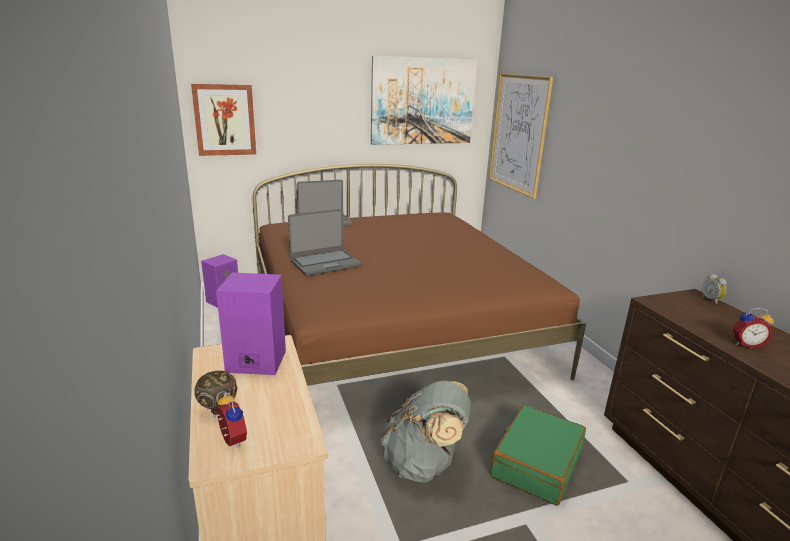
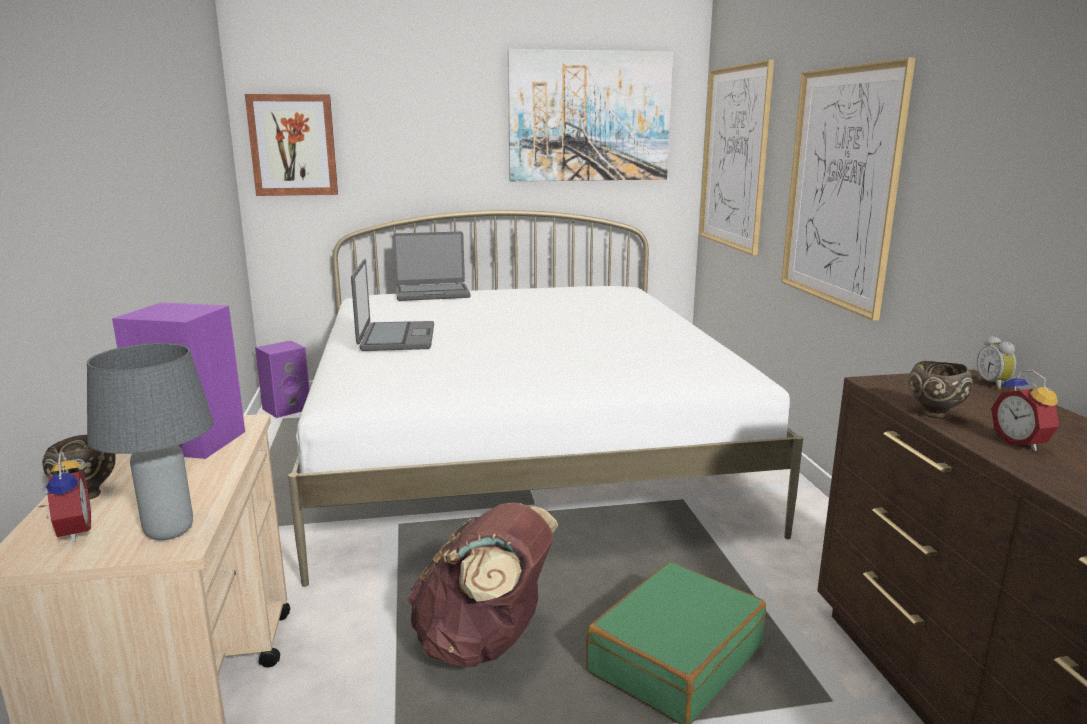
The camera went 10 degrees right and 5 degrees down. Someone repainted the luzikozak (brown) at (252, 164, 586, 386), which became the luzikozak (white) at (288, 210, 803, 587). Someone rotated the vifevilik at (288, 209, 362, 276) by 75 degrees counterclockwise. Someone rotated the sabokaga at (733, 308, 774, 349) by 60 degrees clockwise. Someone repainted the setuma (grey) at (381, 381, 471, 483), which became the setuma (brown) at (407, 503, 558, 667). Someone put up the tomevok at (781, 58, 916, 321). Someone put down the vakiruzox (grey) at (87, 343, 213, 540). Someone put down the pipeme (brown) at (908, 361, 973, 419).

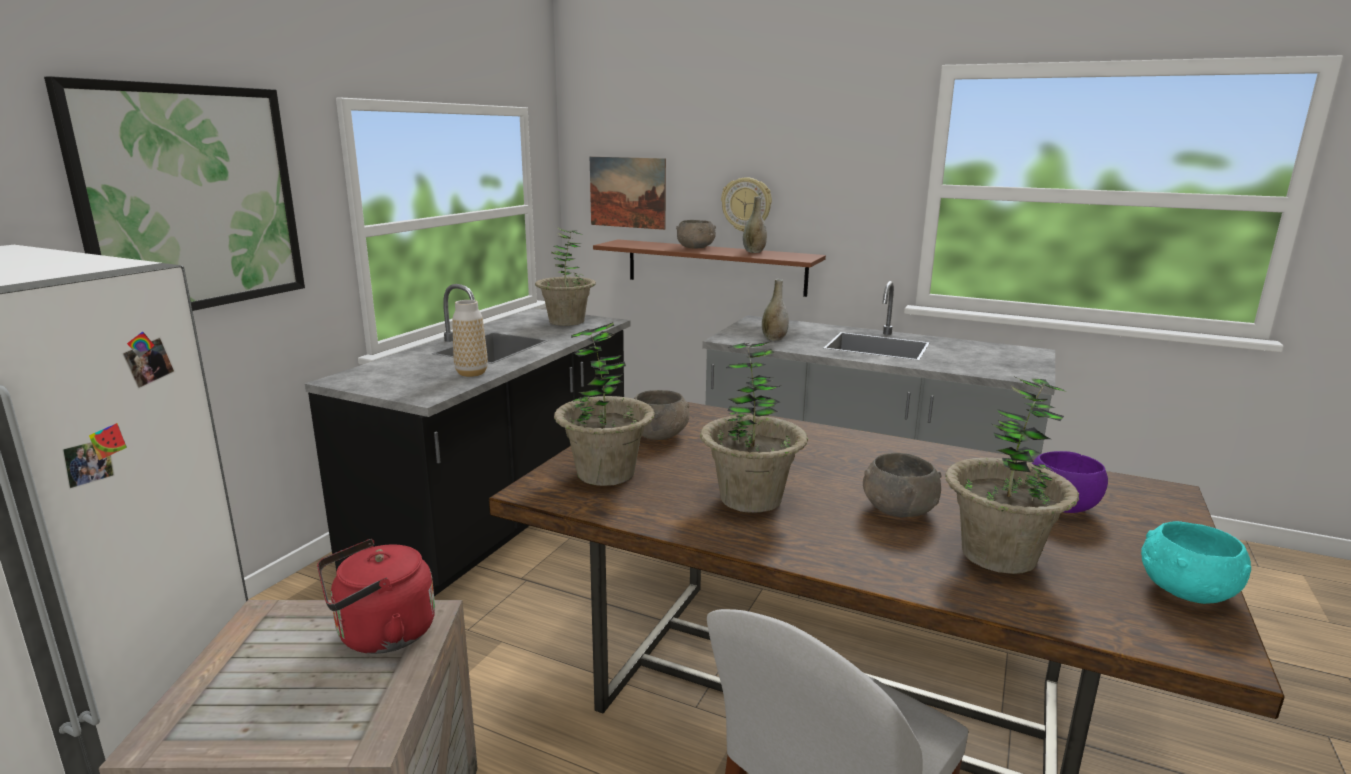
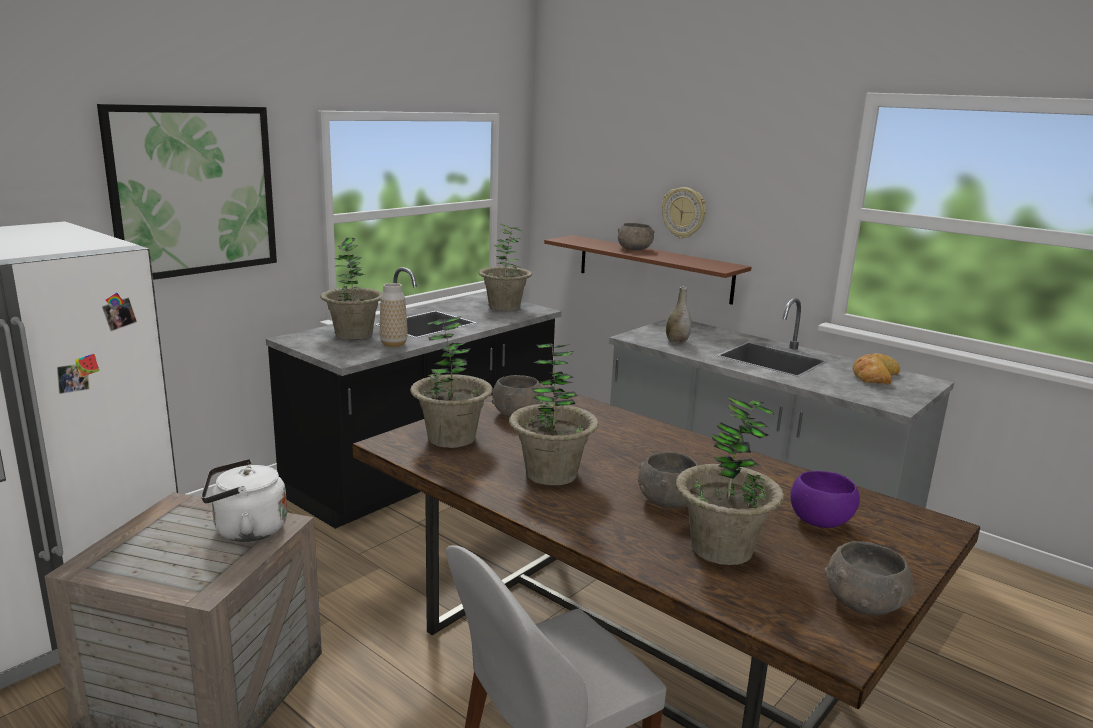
The camera went 15 degrees right and 0 degrees up. Someone took away the tomevok at (590, 157, 666, 230). Someone took away the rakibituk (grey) at (743, 197, 767, 253). Someone repainted the pipeme (turquoise) at (1141, 521, 1251, 604), which became the pipeme (grey) at (824, 541, 914, 615). Someone repainted the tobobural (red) at (317, 539, 435, 654), which became the tobobural (white) at (201, 459, 287, 542). Someone put down the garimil at (320, 238, 383, 340). Someone put down the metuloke at (853, 353, 900, 385).

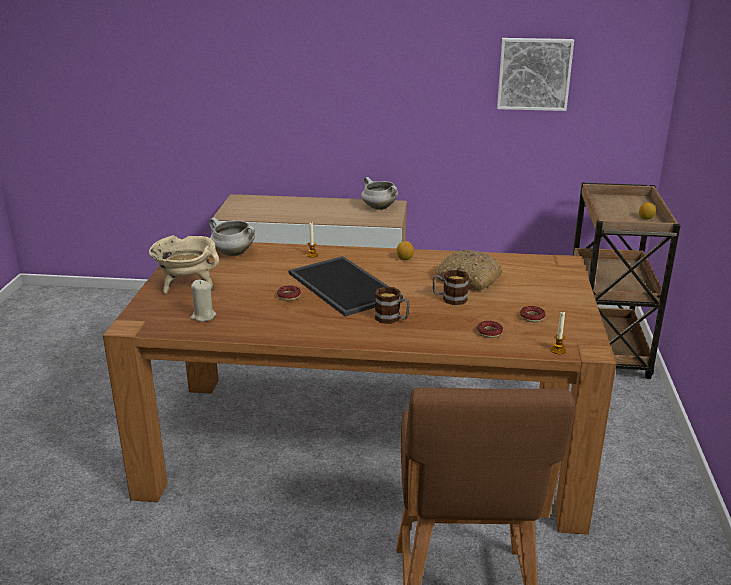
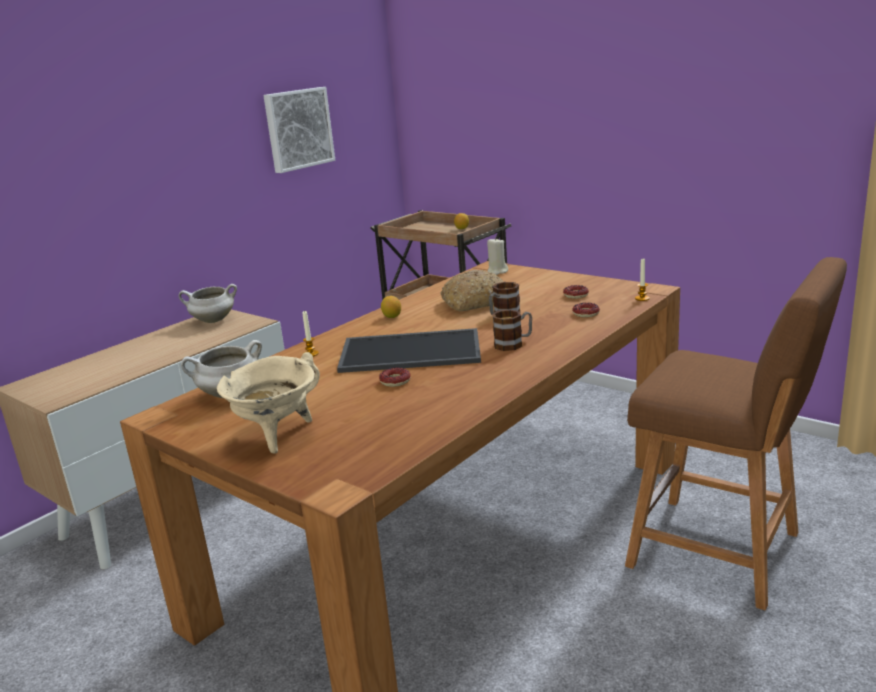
The camera went 55 degrees left and 5 degrees down. Someone carried the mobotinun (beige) from (190, 280, 216, 322) to (487, 237, 508, 275).

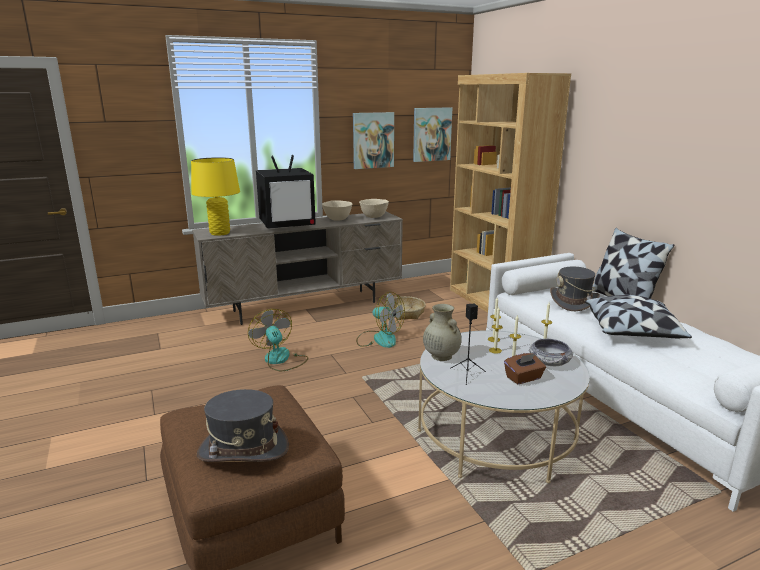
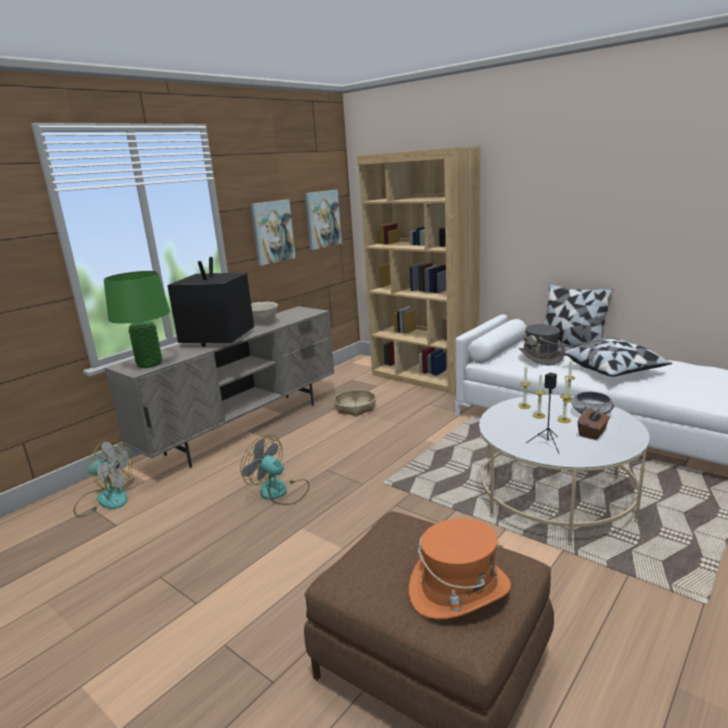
The camera went 25 degrees left and 0 degrees up. Someone rotated the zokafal at (256, 155, 316, 229) by 150 degrees clockwise. Someone repainted the vakiruzox (yellow) at (191, 157, 240, 236), which became the vakiruzox (green) at (104, 271, 170, 368). Someone took away the pipeme (beige) at (359, 199, 389, 218). Someone carried the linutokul from (356, 292, 405, 348) to (74, 439, 132, 517). Someone took away the rakibituk (beige) at (423, 304, 462, 361). Someone repainted the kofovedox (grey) at (197, 389, 289, 462), which became the kofovedox (orange) at (409, 518, 511, 619).

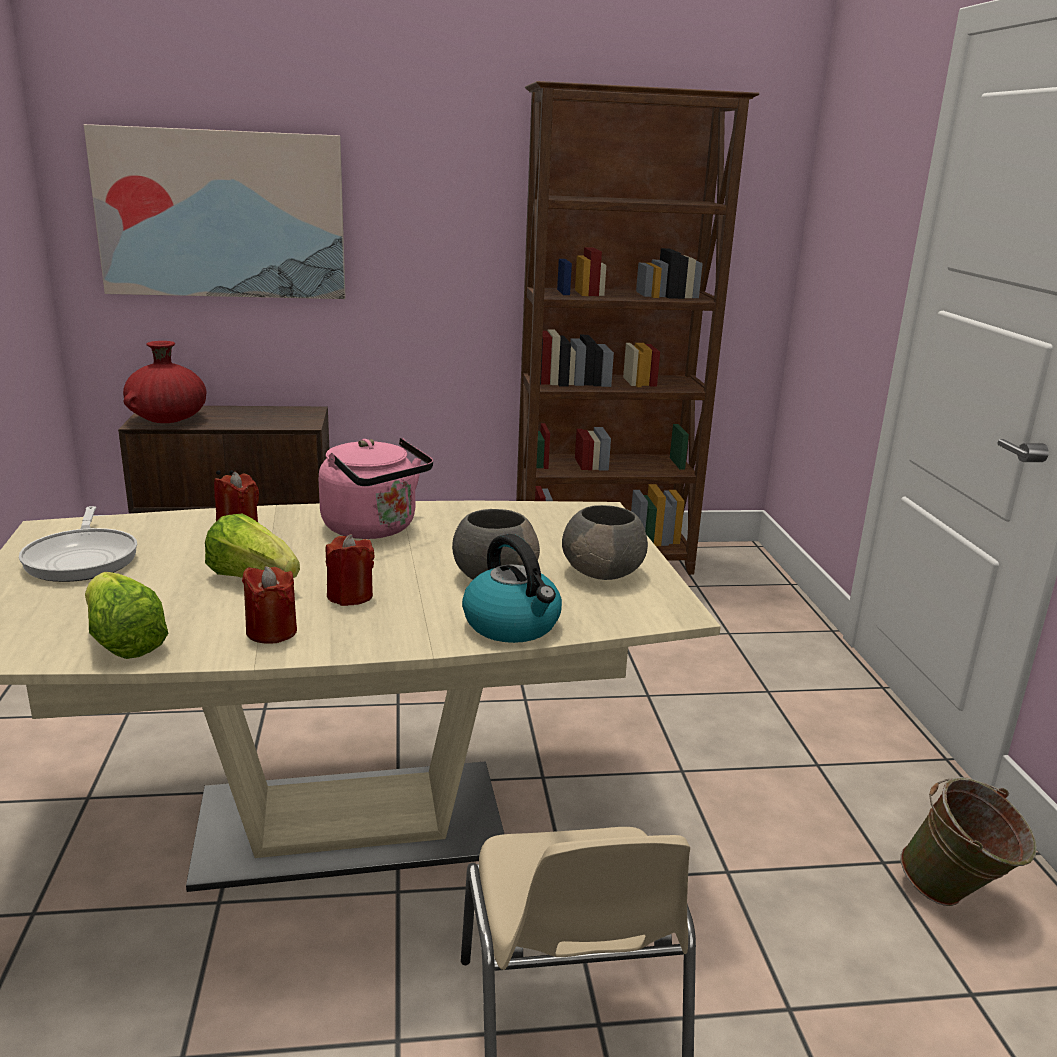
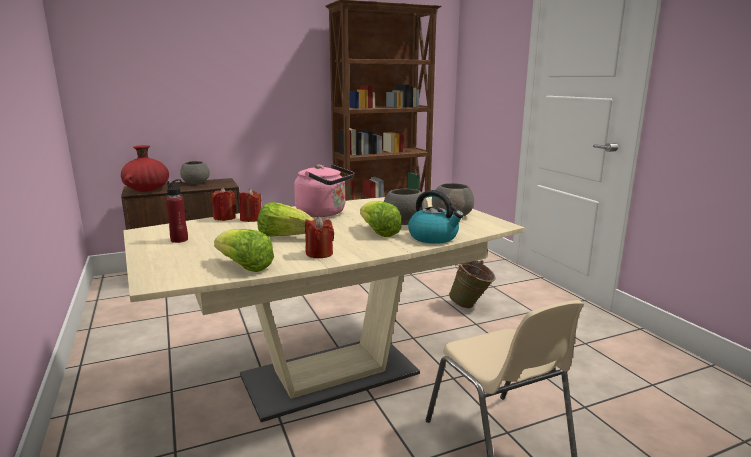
The camera went 15 degrees left and 5 degrees down. Someone took away the tomevok at (84, 124, 345, 299). Someone swapped the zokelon at (19, 506, 137, 582) for the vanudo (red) at (166, 179, 188, 243). Someone carried the mobotinun (red) from (326, 534, 375, 606) to (212, 187, 236, 221). Someone carried the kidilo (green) from (900, 777, 1037, 906) to (449, 260, 496, 308). Someone put down the pipeme (grey) at (180, 161, 210, 184). Someone put down the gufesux at (360, 201, 402, 237).

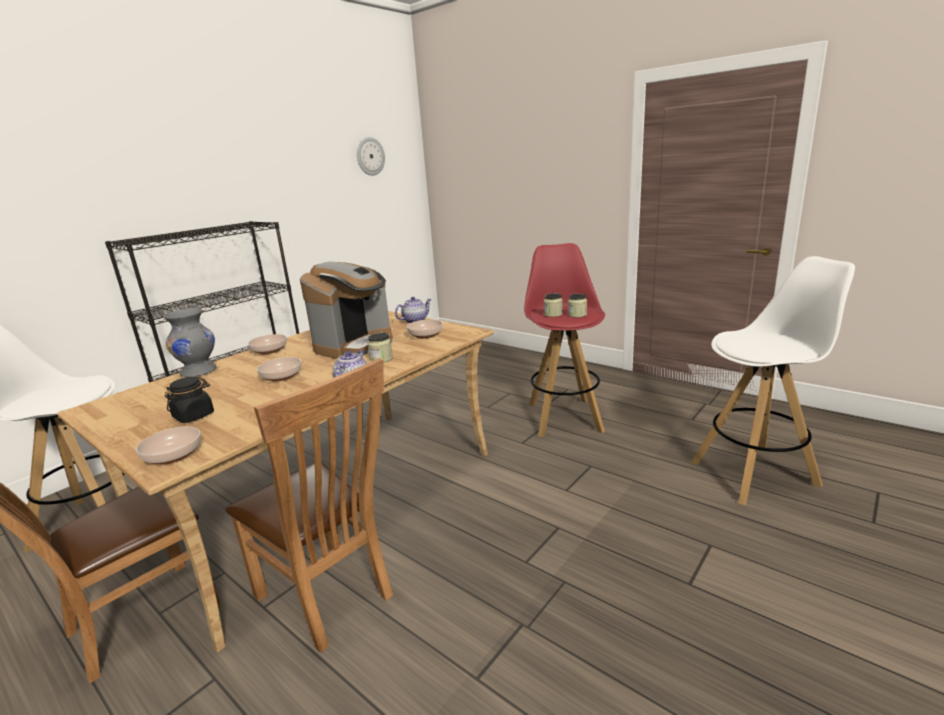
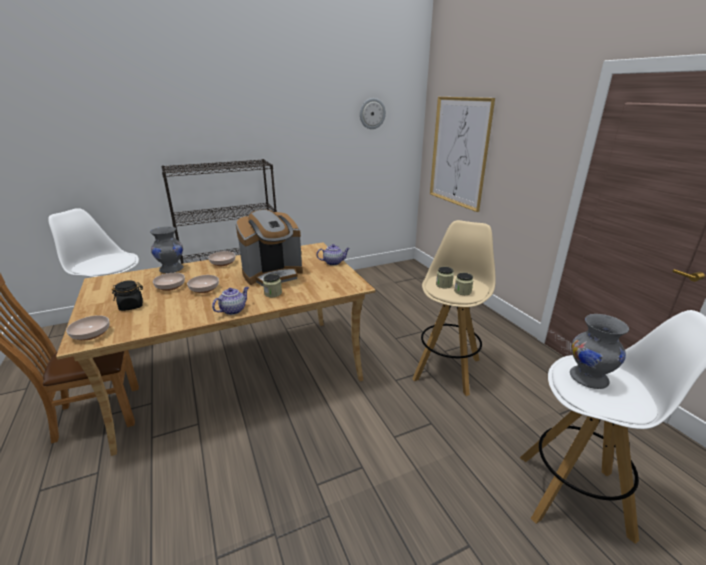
The camera went 25 degrees right and 5 degrees up. Someone repainted the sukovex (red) at (524, 243, 605, 438), which became the sukovex (beige) at (412, 220, 496, 396). Someone carried the pipeme from (407, 319, 443, 339) to (153, 273, 185, 291). Someone took away the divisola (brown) at (225, 358, 393, 653). Someone put up the tomevok at (430, 97, 495, 212). Someone put down the rakibituk (grey) at (570, 314, 629, 389).

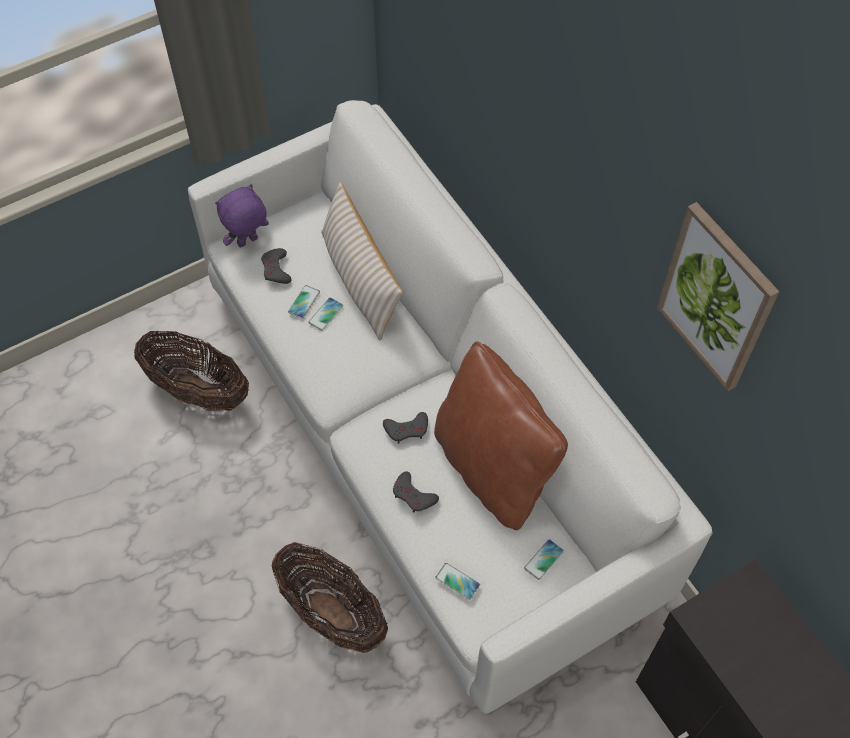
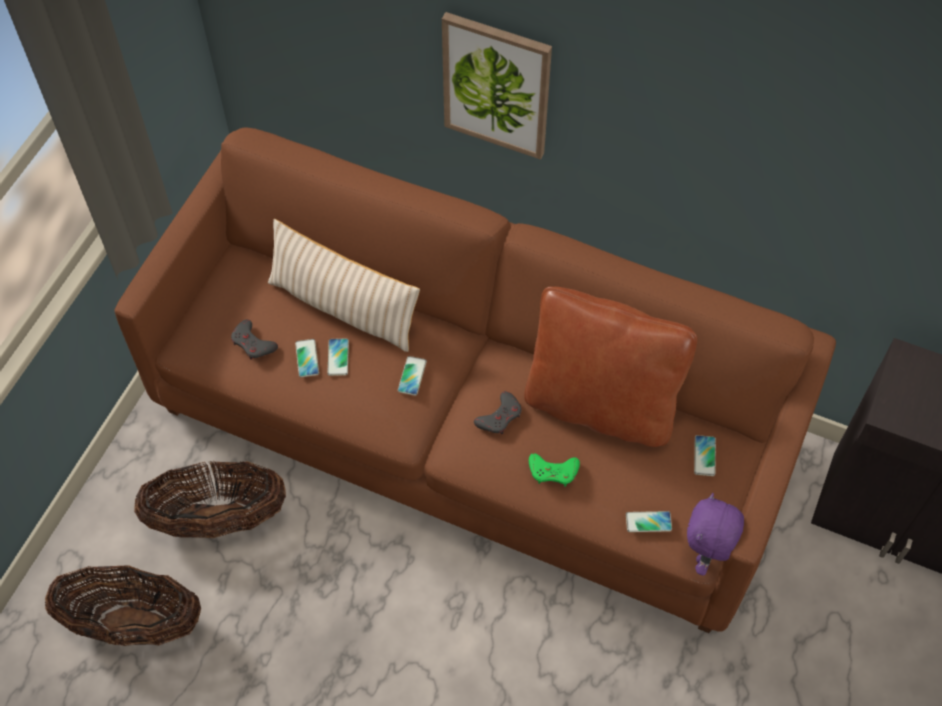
The camera went 35 degrees left and 0 degrees up. Someone repainted the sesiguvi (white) at (188, 100, 713, 714), which became the sesiguvi (brown) at (114, 128, 836, 633). Someone carried the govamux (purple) from (215, 184, 269, 248) to (687, 493, 744, 576). Someone carried the tomevok from (657, 202, 779, 391) to (442, 12, 552, 160). Someone repainted the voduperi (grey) at (393, 471, 439, 512), which became the voduperi (green) at (529, 453, 580, 487). Someone carried the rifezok from (272, 542, 388, 653) to (45, 565, 201, 646). Someone put down the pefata at (398, 356, 427, 396).

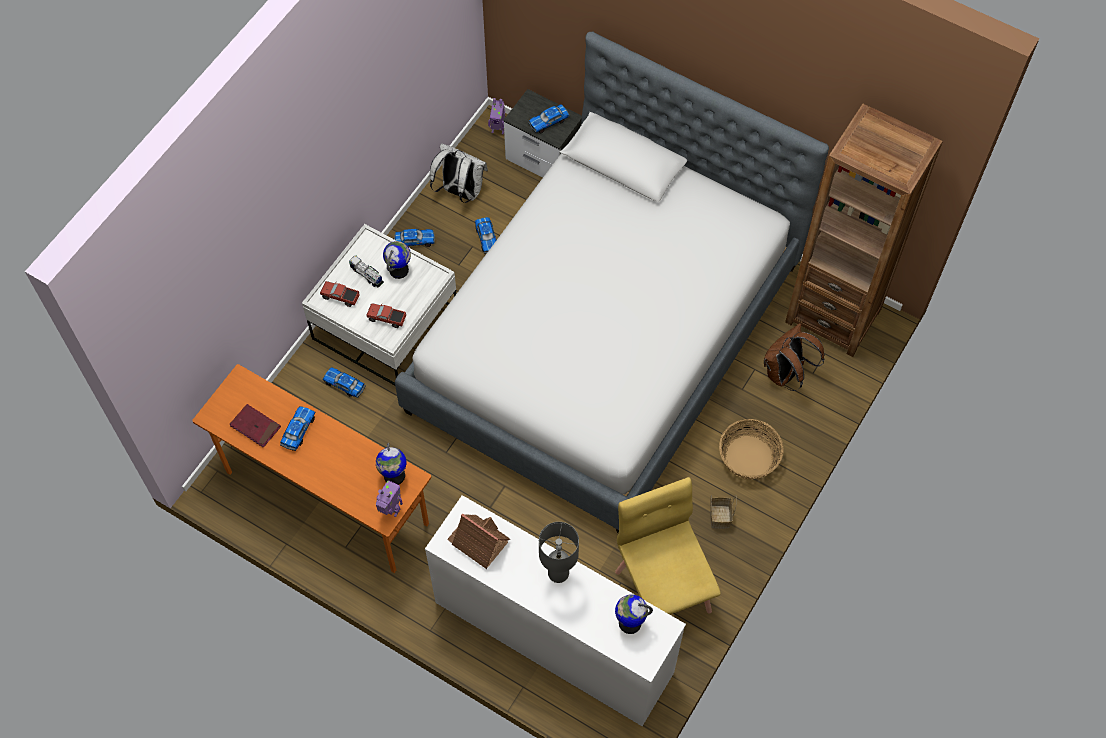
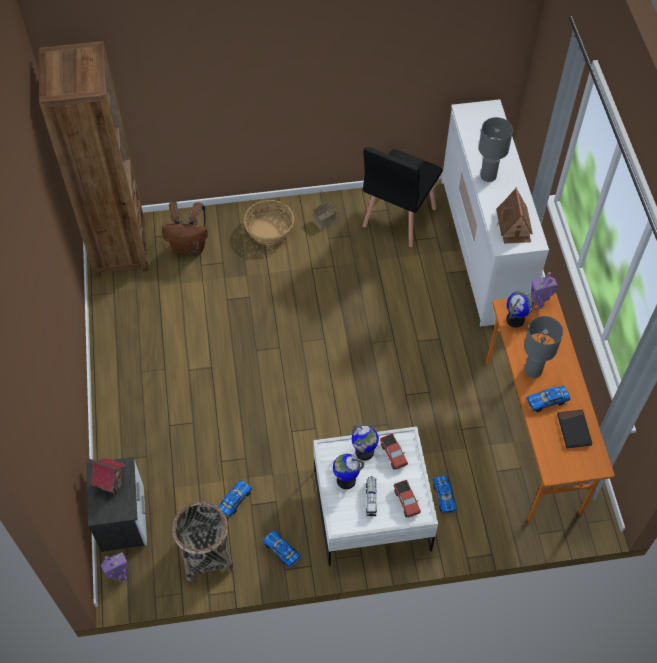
The camera went 130 degrees left and 5 degrees down. Someone took away the luzikozak at (395, 32, 829, 533). Someone swapped the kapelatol at (528, 104, 570, 133) for the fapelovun at (86, 458, 125, 495). Someone swapped the setuma (white) at (430, 143, 488, 203) for the rifezok at (172, 501, 234, 582). Someone repainted the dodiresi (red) at (230, 404, 281, 448), which became the dodiresi (black) at (557, 409, 593, 448). Someone repainted the divisola (yellow) at (615, 477, 721, 615), which became the divisola (black) at (363, 147, 443, 247). Someone carried the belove from (615, 594, 653, 634) to (352, 425, 379, 460). Someone put down the vakiruzox (grey) at (524, 316, 563, 378).

